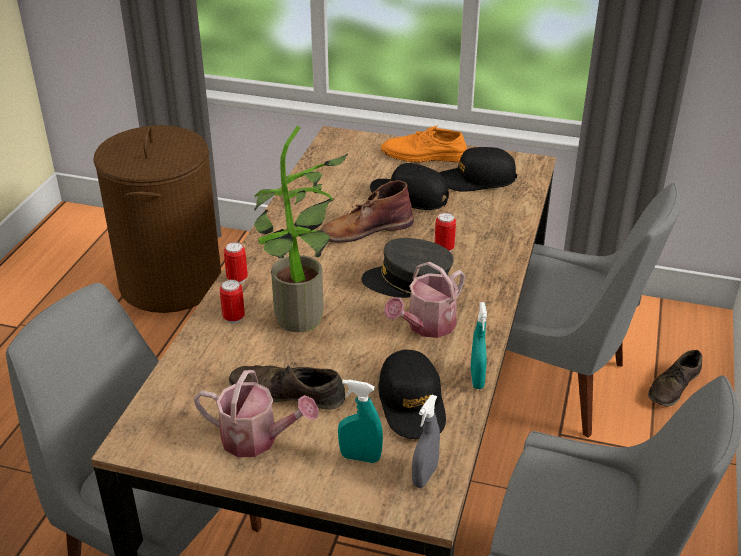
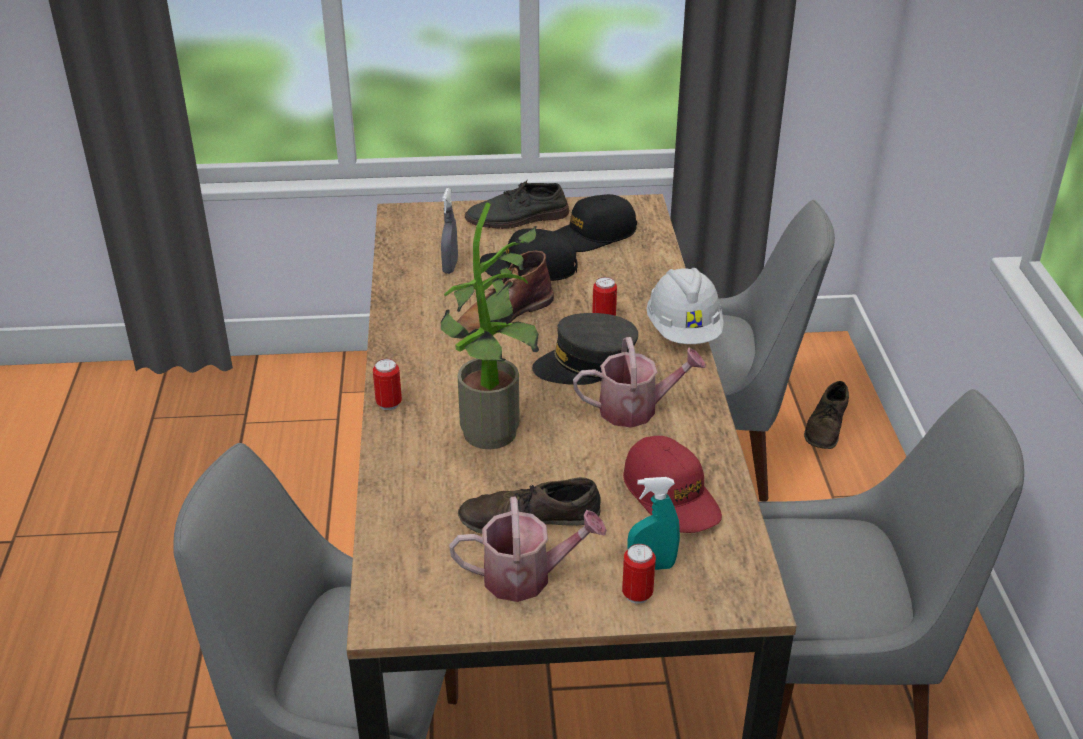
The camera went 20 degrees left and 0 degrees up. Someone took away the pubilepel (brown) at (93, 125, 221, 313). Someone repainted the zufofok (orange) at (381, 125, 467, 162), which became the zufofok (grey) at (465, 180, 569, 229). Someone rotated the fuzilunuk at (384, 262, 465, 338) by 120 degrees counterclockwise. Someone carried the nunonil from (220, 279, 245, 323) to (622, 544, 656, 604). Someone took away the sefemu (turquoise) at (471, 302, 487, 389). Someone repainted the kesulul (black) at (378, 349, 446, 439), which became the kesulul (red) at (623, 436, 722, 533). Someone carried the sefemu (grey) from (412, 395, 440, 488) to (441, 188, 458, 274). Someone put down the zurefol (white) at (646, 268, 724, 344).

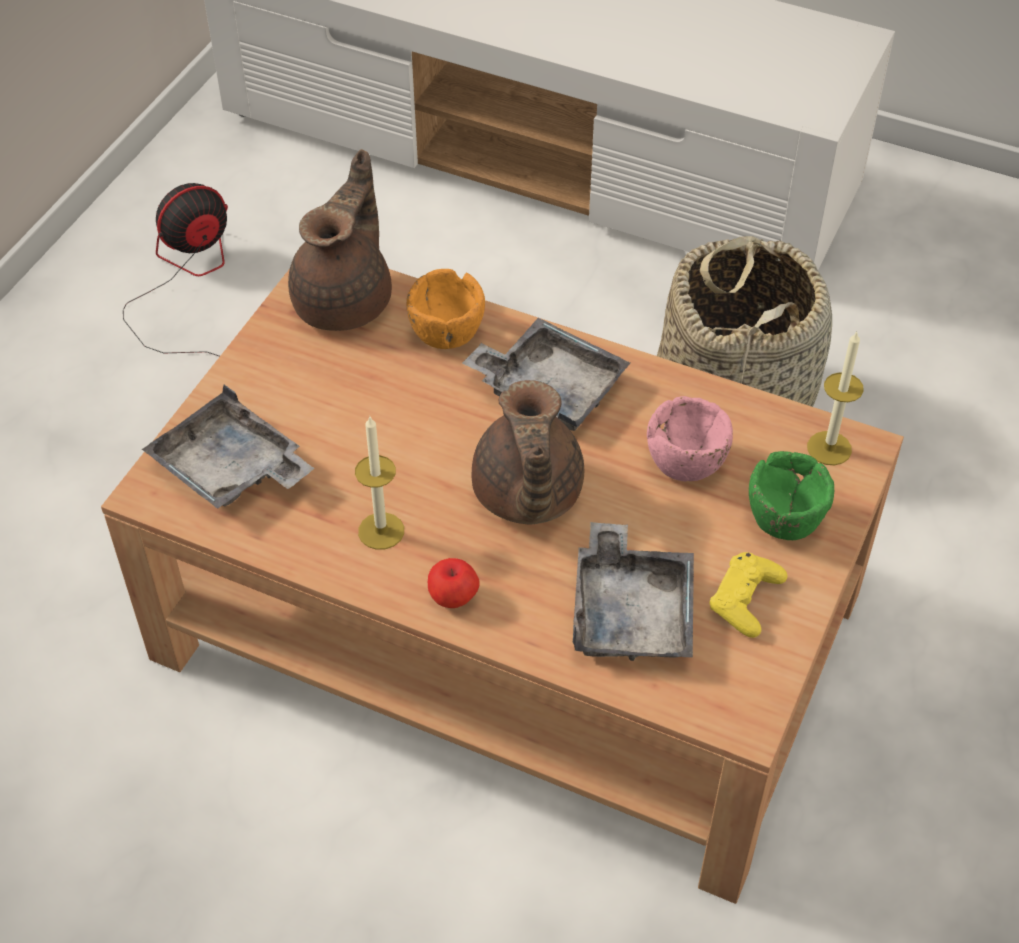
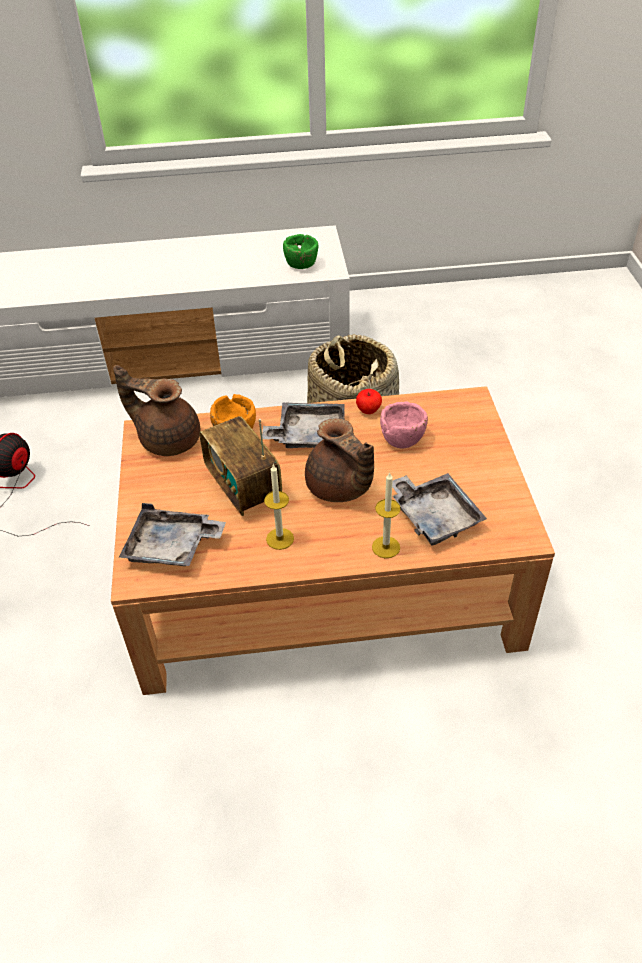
The camera went 30 degrees left and 5 degrees down. Someone rotated the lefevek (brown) at (288, 149, 392, 331) by 60 degrees counterclockwise. Someone carried the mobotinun from (807, 331, 864, 465) to (372, 472, 401, 558). Someone carried the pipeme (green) from (749, 451, 834, 540) to (283, 234, 318, 269). Someone took away the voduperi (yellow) at (710, 552, 787, 638). Someone carried the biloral from (428, 558, 480, 608) to (356, 389, 382, 414). Someone put down the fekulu at (199, 416, 282, 516).

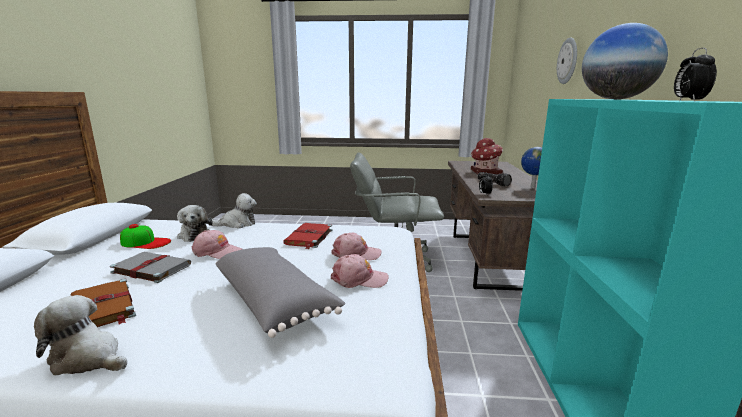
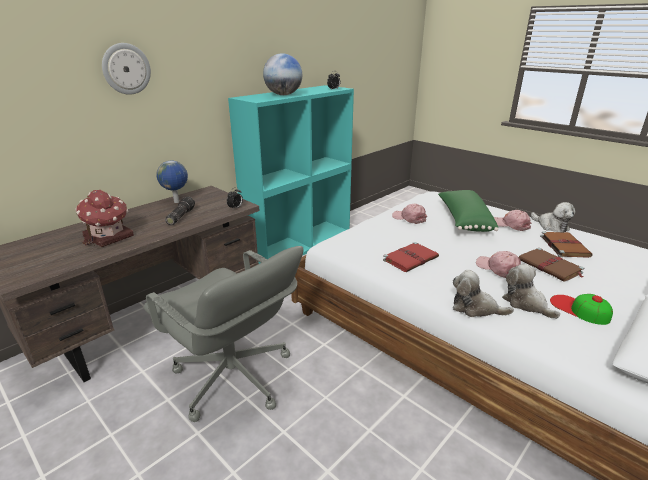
The camera went 140 degrees left and 10 degrees up. Someone rotated the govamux at (177, 205, 213, 242) by 45 degrees counterclockwise. Someone carried the kesulul (pink) from (331, 232, 381, 260) to (494, 210, 531, 231). Someone repainted the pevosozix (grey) at (216, 247, 345, 338), which became the pevosozix (green) at (438, 190, 498, 232). Someone repainted the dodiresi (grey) at (110, 252, 191, 283), which became the dodiresi (brown) at (519, 248, 584, 281).

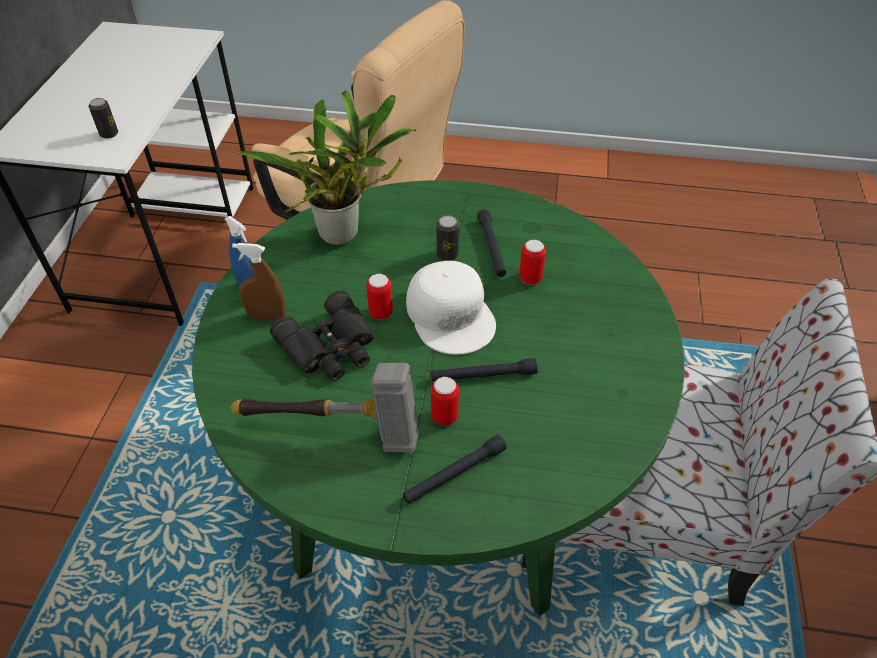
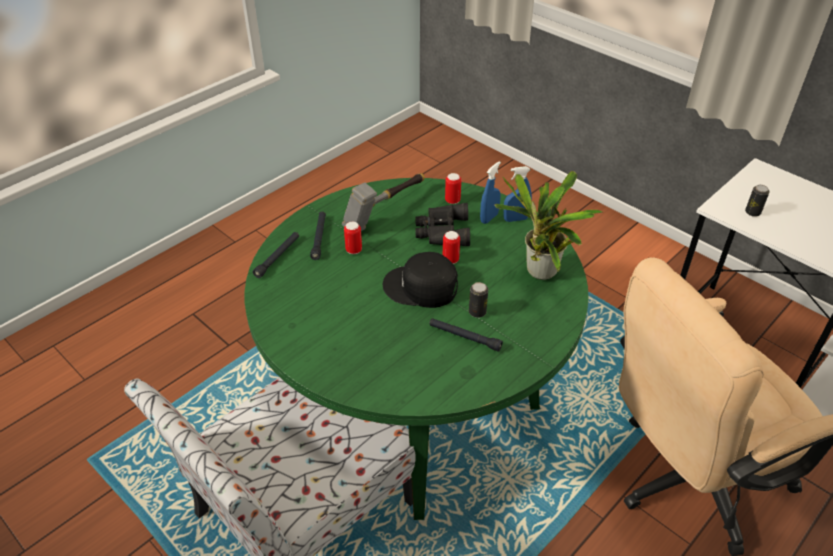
The camera went 125 degrees right and 5 degrees down. Someone carried the nunonil from (519, 240, 546, 285) to (445, 173, 461, 204). Someone repainted the sefemu (brown) at (232, 243, 285, 320), which became the sefemu (blue) at (480, 161, 501, 224). Someone repainted the kesulul (white) at (406, 261, 496, 355), which became the kesulul (black) at (383, 252, 458, 308). Someone carried the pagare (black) from (431, 358, 538, 382) to (253, 232, 299, 278).

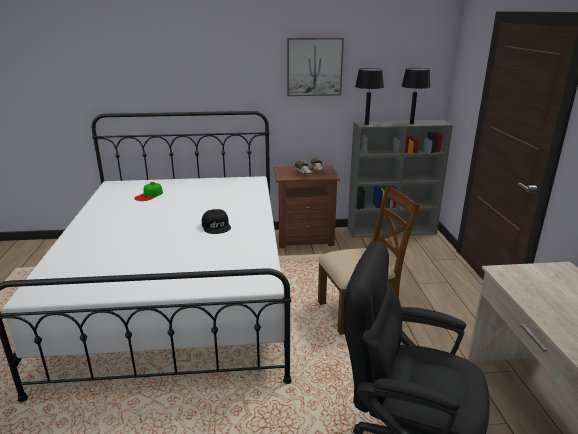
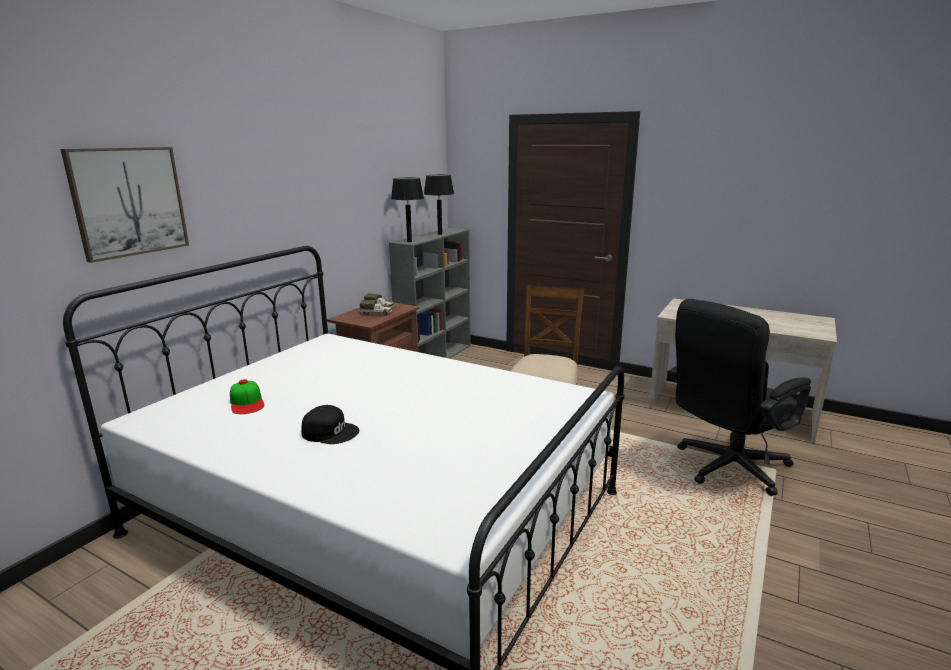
The camera went 55 degrees left and 5 degrees down. Someone carried the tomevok from (287, 38, 344, 96) to (61, 147, 189, 263). Someone carried the kesulul (black) from (202, 209, 231, 234) to (301, 405, 359, 444).

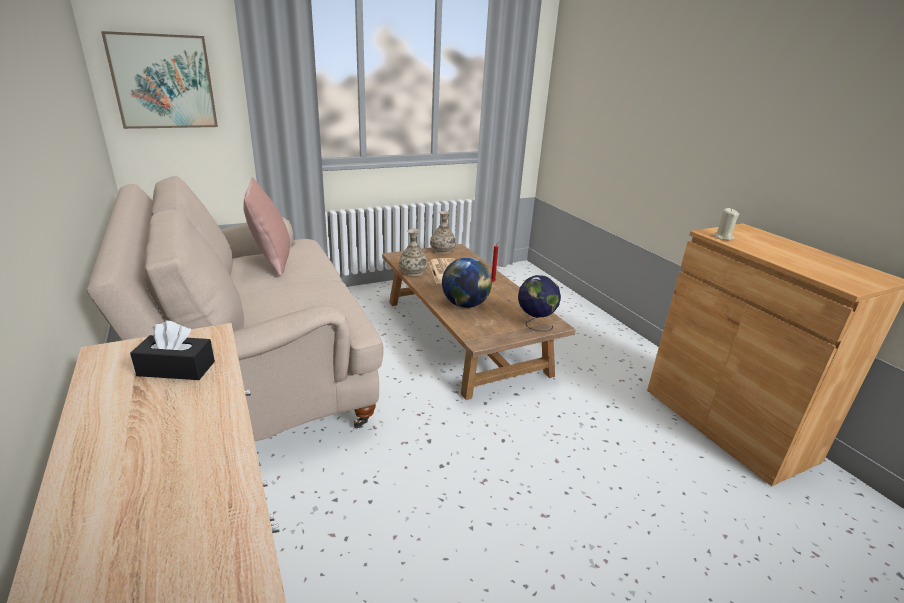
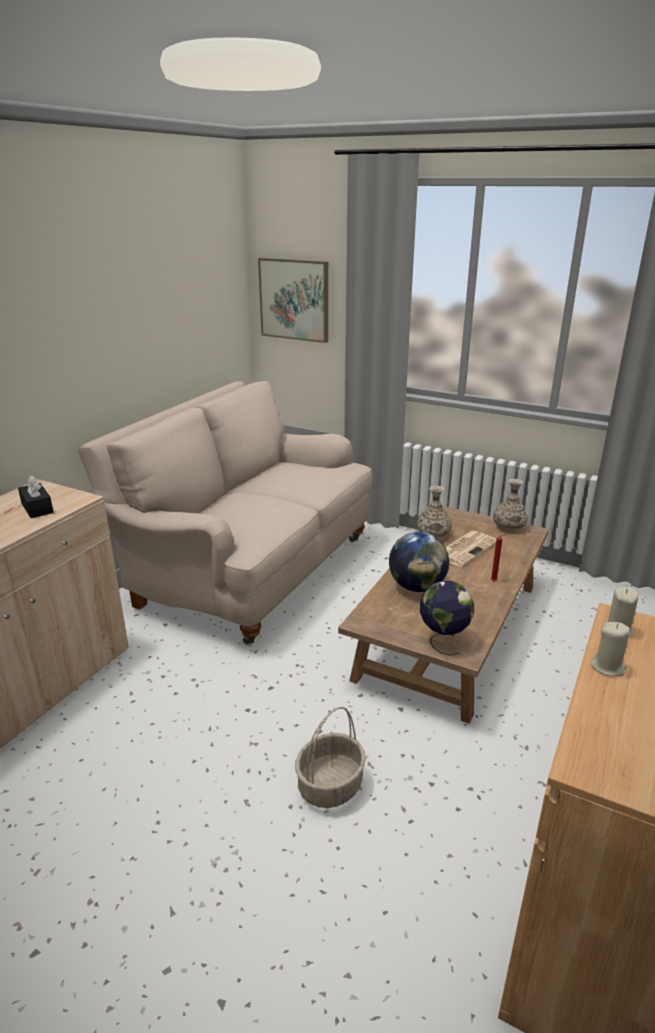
The camera went 55 degrees right and 0 degrees up. Someone took away the pevosozix (pink) at (243, 178, 290, 276). Someone put down the mobotinun (beige) at (591, 622, 630, 676). Someone put down the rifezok at (295, 707, 366, 808).

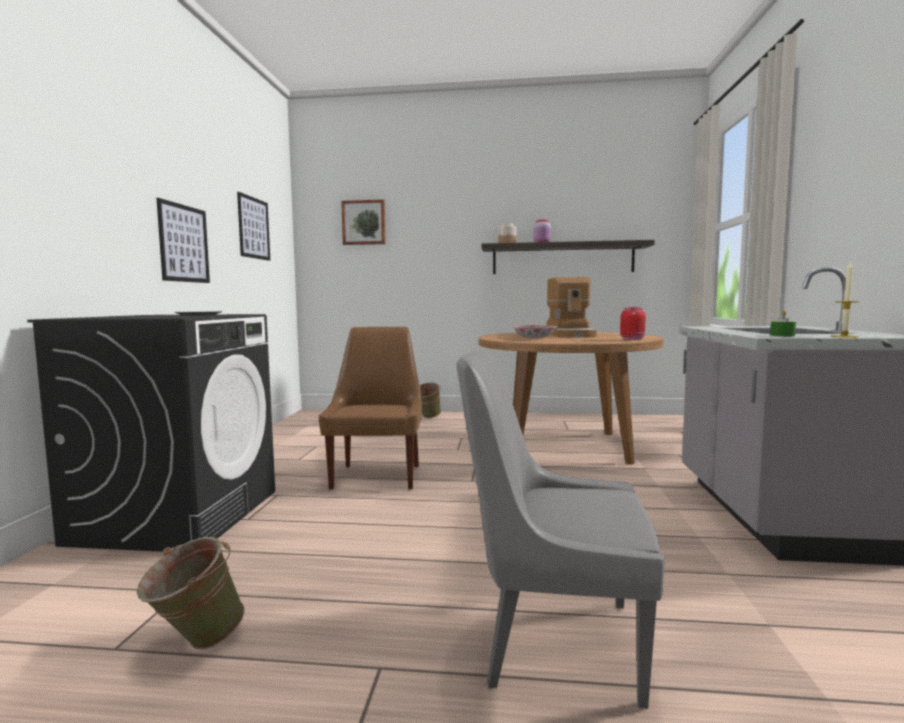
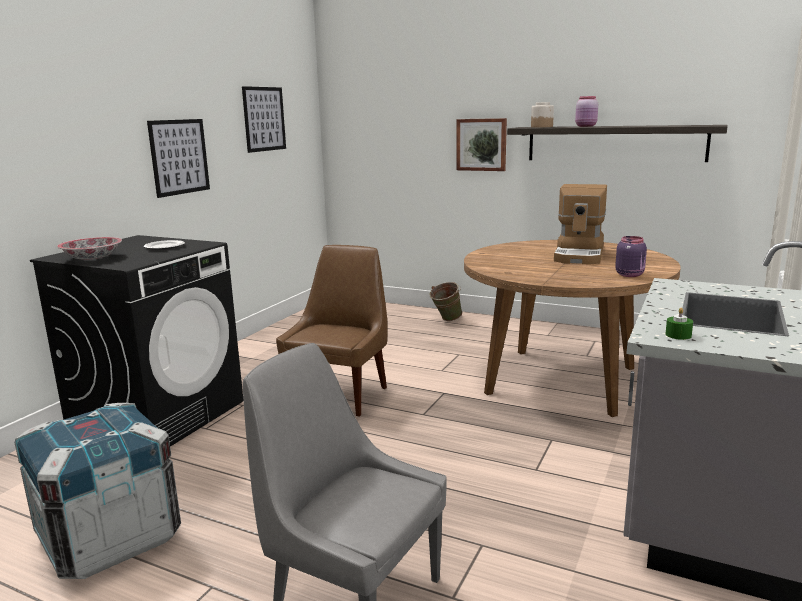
The camera went 20 degrees right and 10 degrees up. Someone carried the tomevok from (341, 199, 386, 245) to (456, 118, 507, 171). Someone took away the mobotinun at (831, 261, 860, 338). Someone repainted the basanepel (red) at (620, 307, 646, 340), which became the basanepel (purple) at (615, 236, 647, 277). Someone carried the pipeme from (512, 325, 557, 339) to (57, 237, 122, 260). Someone swapped the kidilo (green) at (137, 537, 245, 650) for the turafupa at (15, 403, 181, 579).

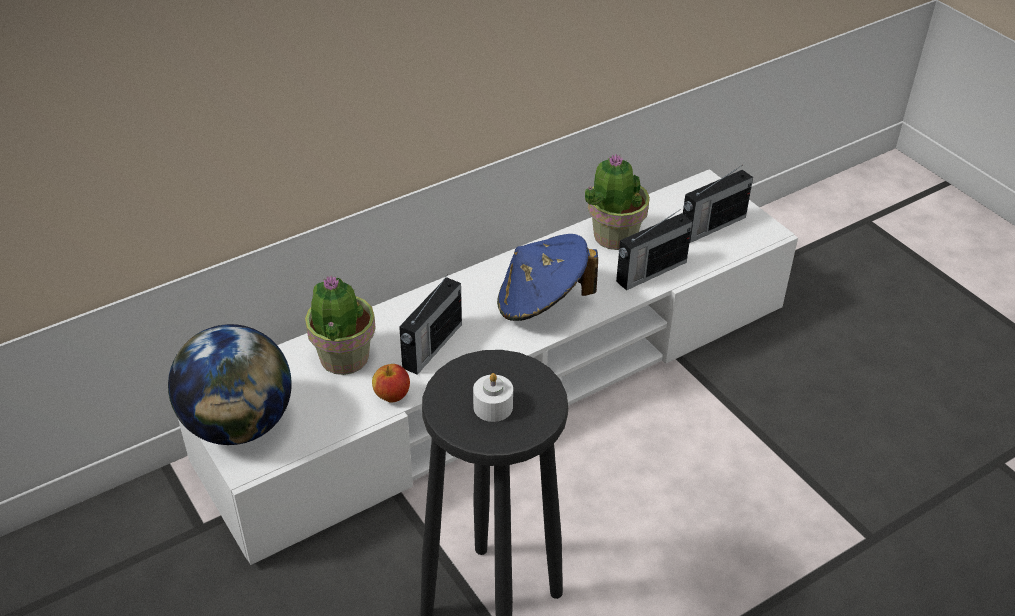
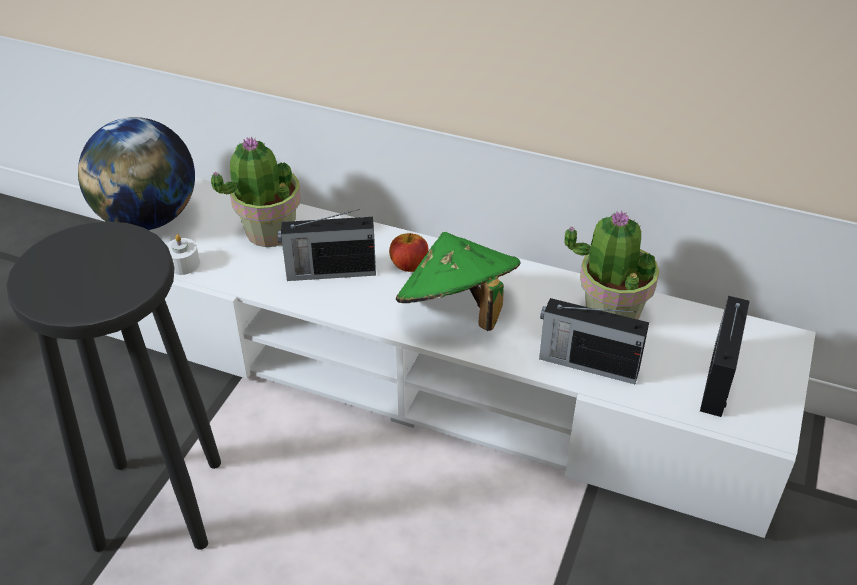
The camera went 55 degrees right and 0 degrees up. Someone rotated the fekulu at (683, 166, 753, 243) by 90 degrees clockwise. Someone repainted the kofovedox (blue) at (497, 234, 598, 321), which became the kofovedox (green) at (396, 232, 521, 331). Someone carried the biloral from (372, 364, 410, 403) to (389, 233, 429, 272). Someone carried the mobotinun (white) from (473, 373, 513, 422) to (166, 234, 200, 275).

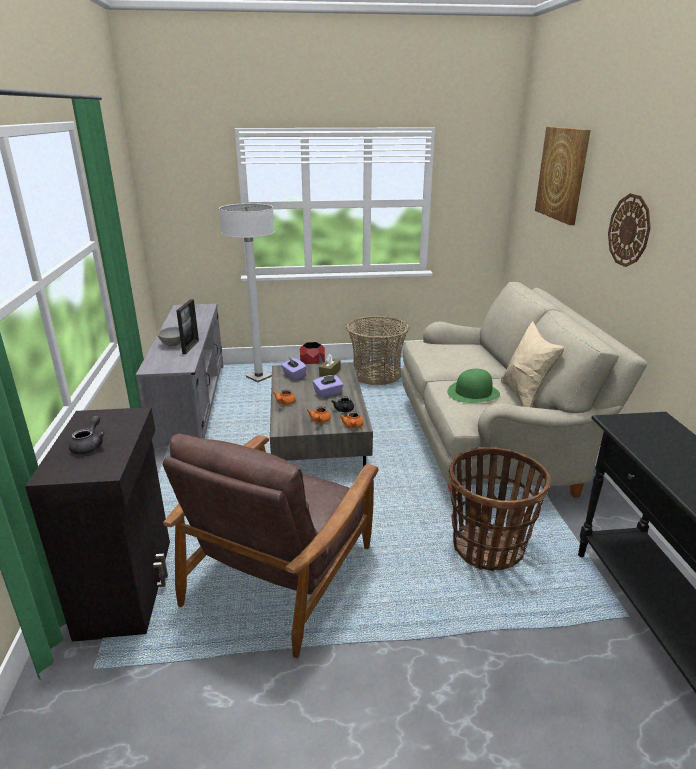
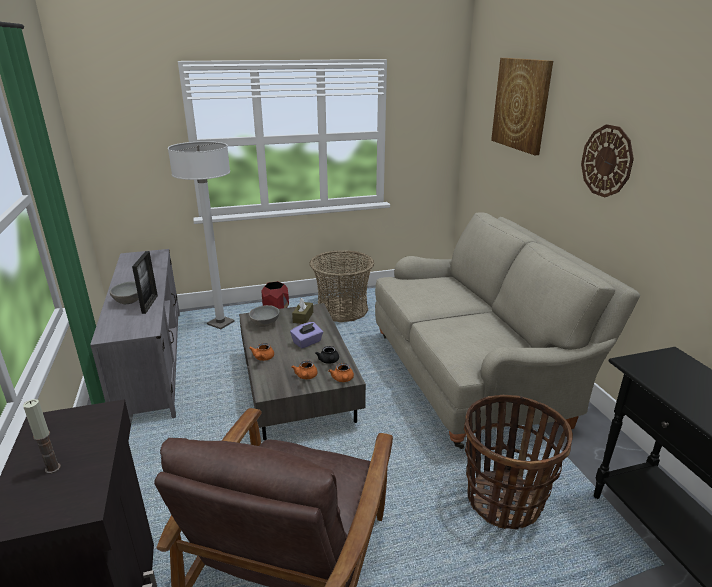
The camera went 10 degrees left and 0 degrees up. Someone took away the pevosozix (beige) at (501, 321, 564, 407). Someone swapped the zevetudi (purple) at (281, 358, 307, 380) for the pipeme (grey) at (249, 305, 279, 327). Someone took away the kofovedox (green) at (447, 369, 500, 403). Someone swapped the lefevek (grey) at (69, 416, 105, 454) for the mobotinun at (23, 399, 61, 474).

